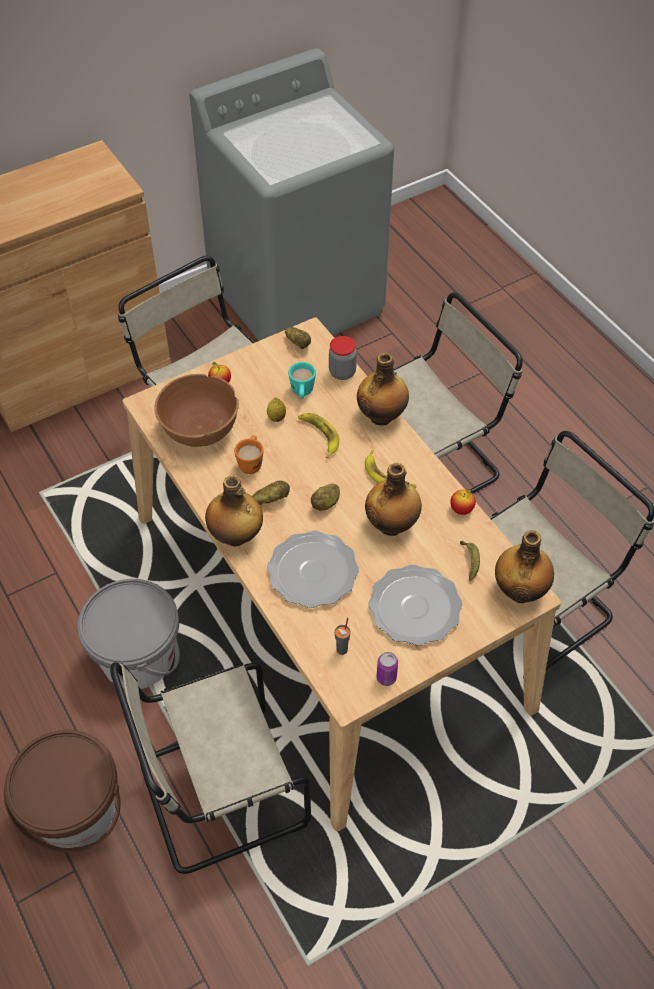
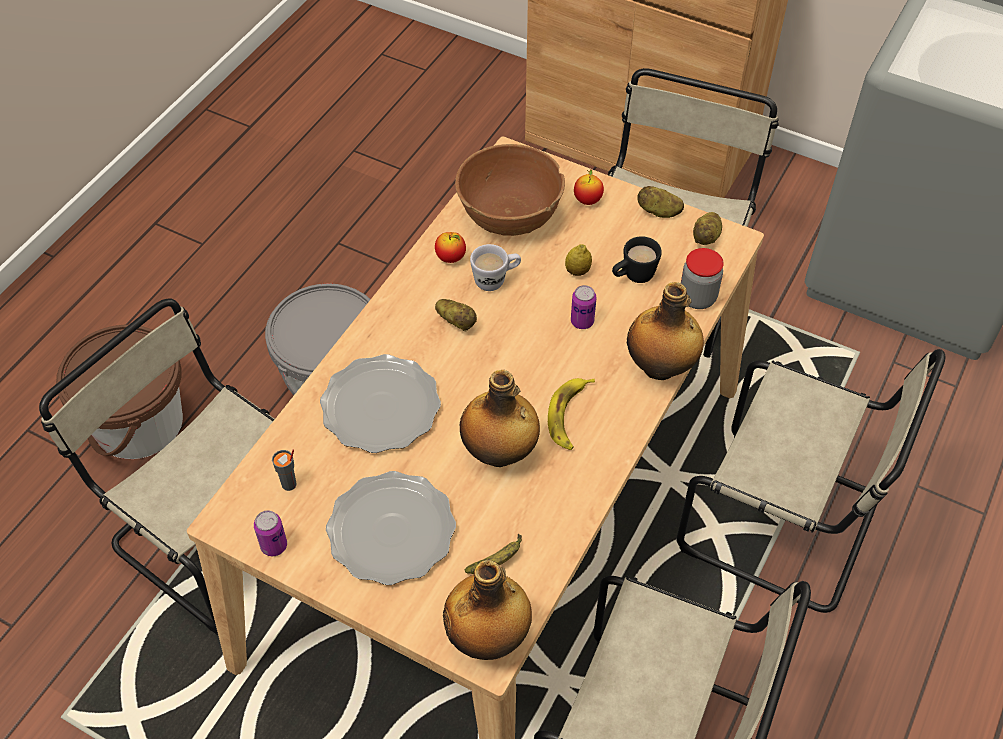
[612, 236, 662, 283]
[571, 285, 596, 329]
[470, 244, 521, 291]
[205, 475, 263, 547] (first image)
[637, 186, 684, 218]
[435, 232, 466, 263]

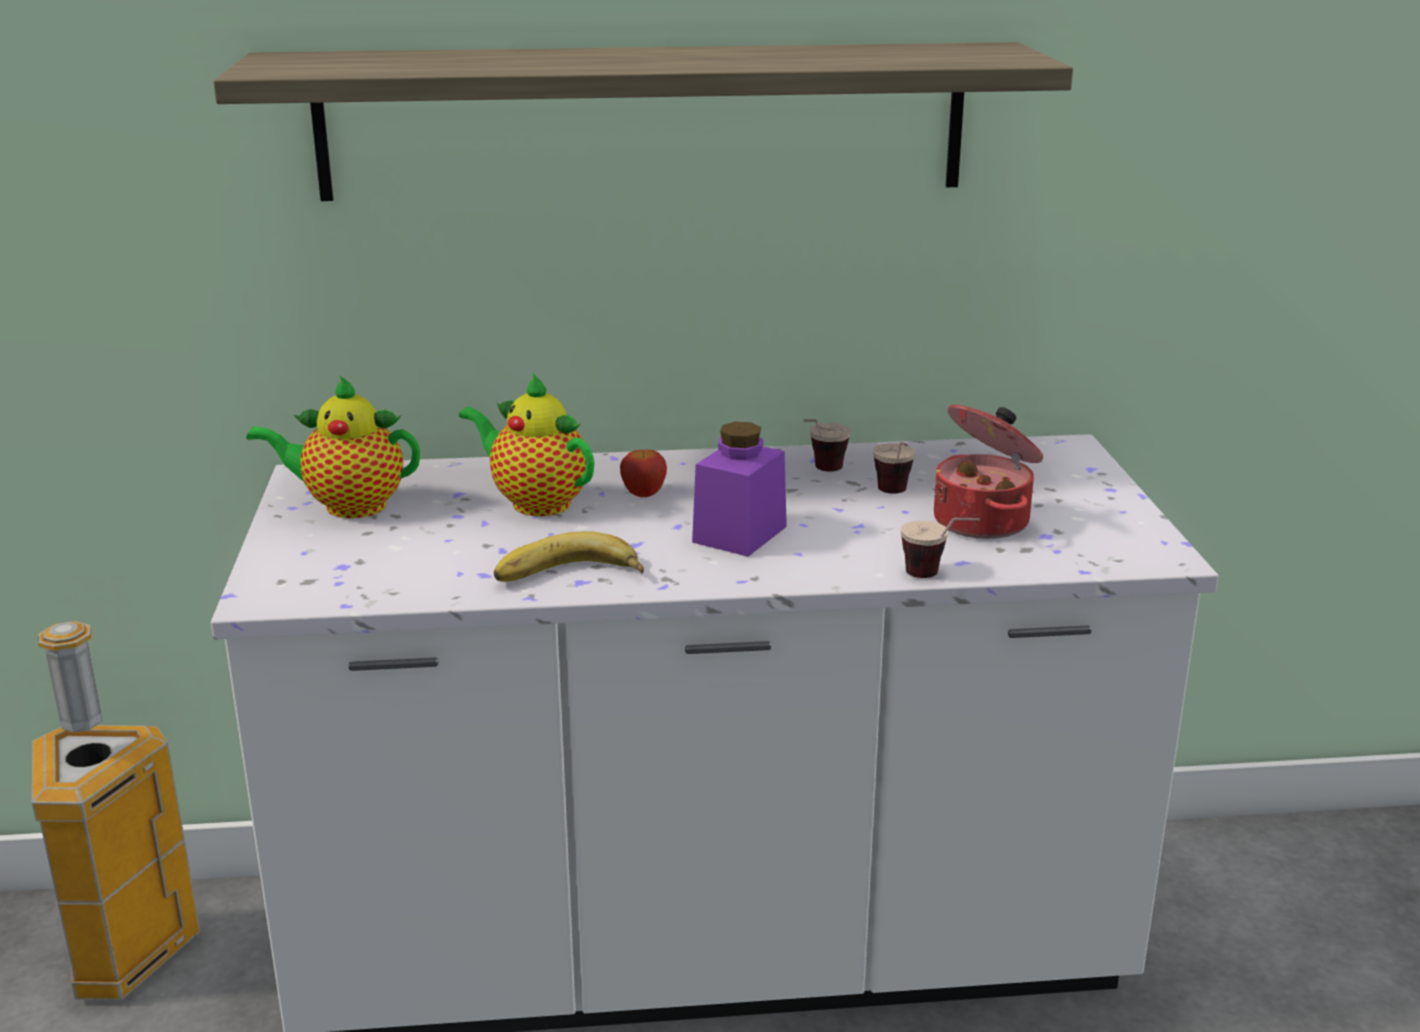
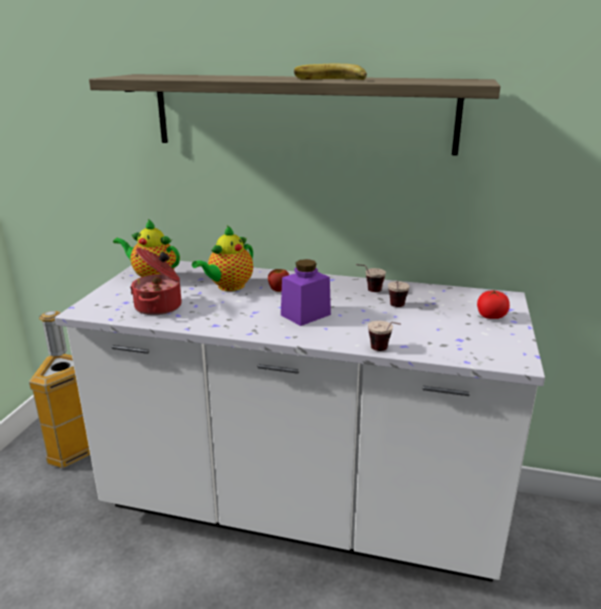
[192, 226, 253, 291]
[130, 248, 182, 315]
[294, 63, 367, 80]
[477, 290, 510, 319]

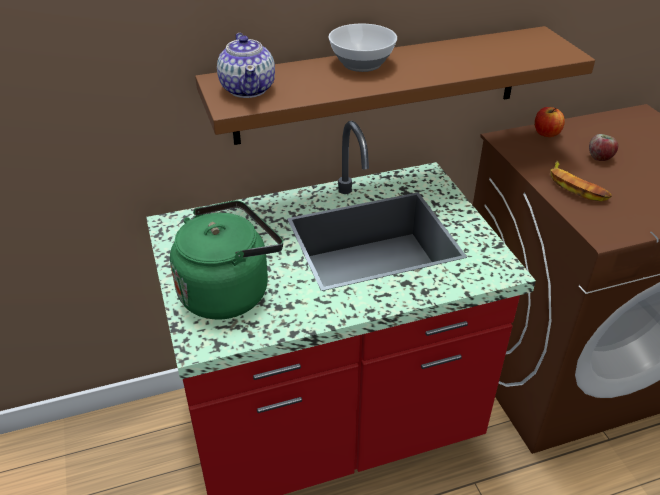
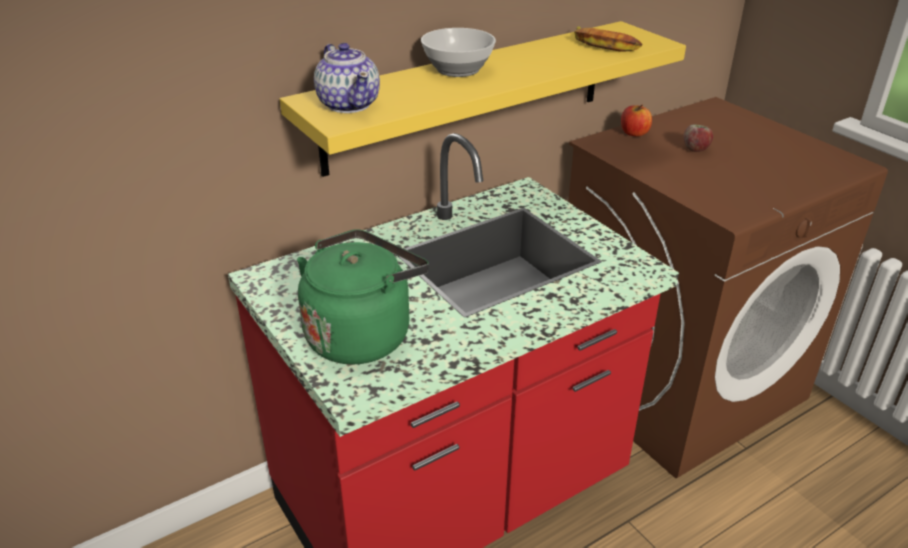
[280, 21, 686, 177]
[574, 26, 643, 52]

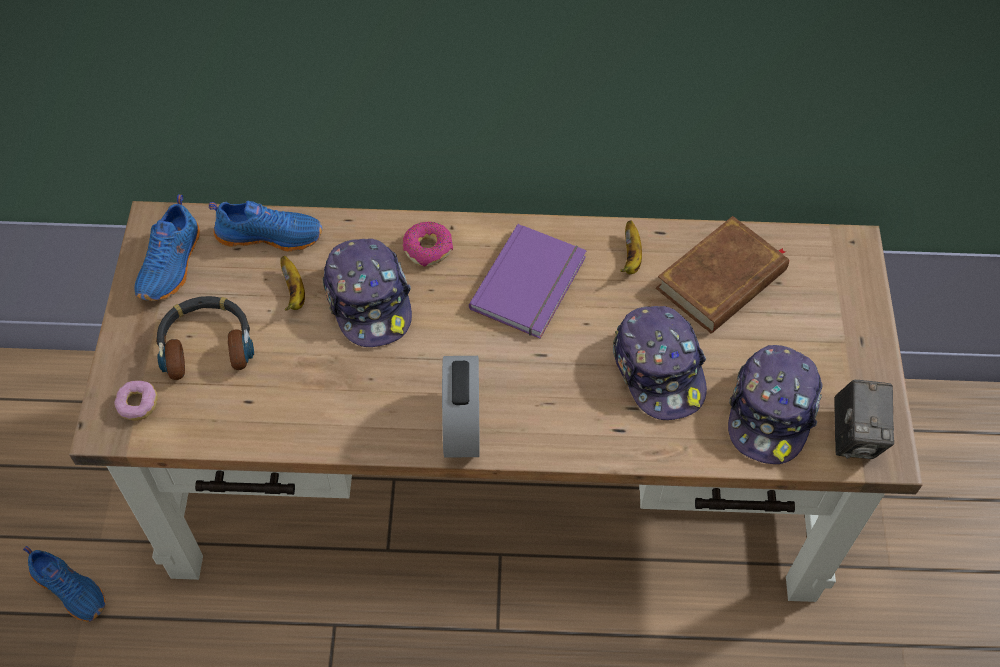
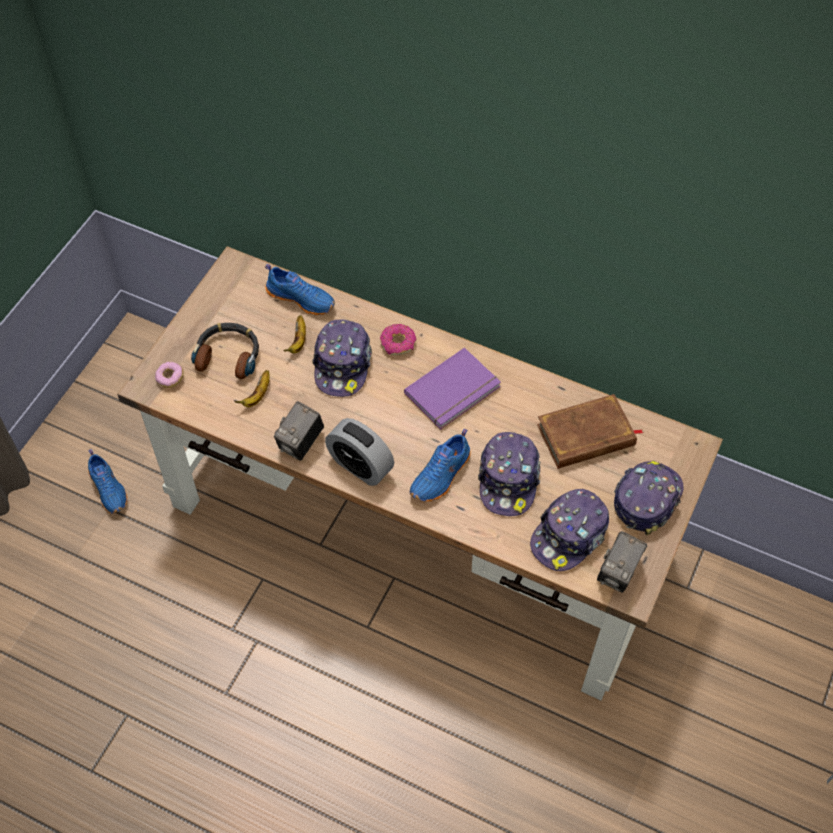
[410, 428, 471, 502]
[235, 370, 270, 407]
[325, 418, 394, 486]
[274, 401, 324, 461]
[614, 461, 683, 536]

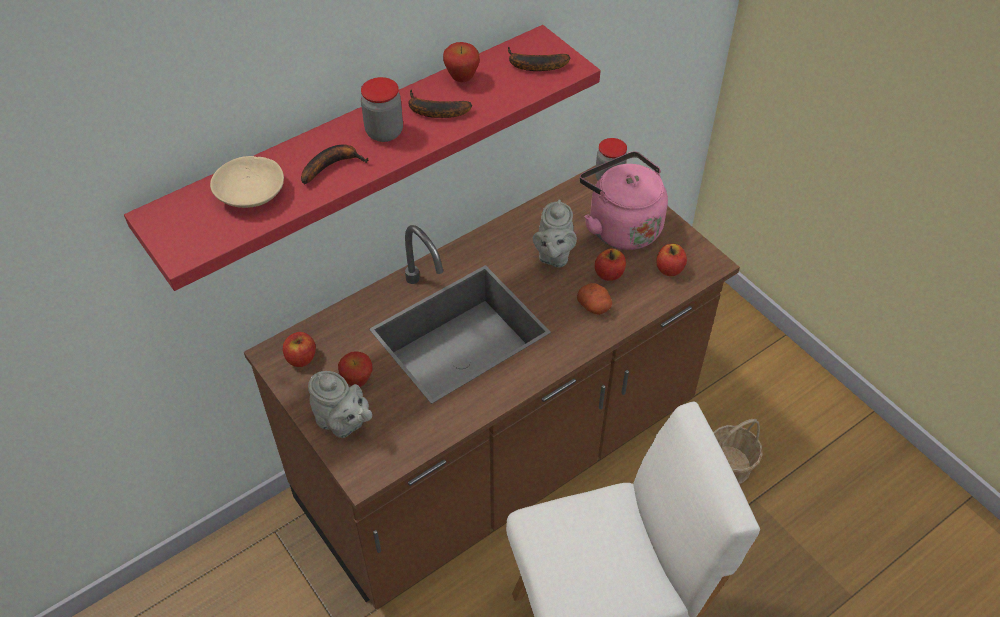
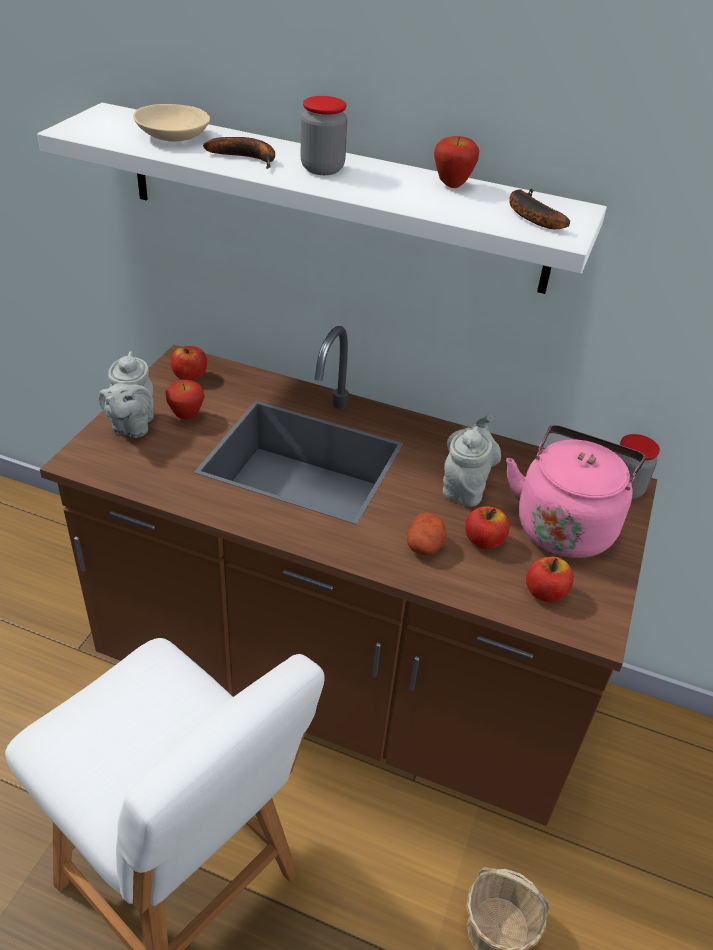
[37, 103, 607, 294]
[409, 90, 472, 118] (first image)
[443, 414, 501, 507]

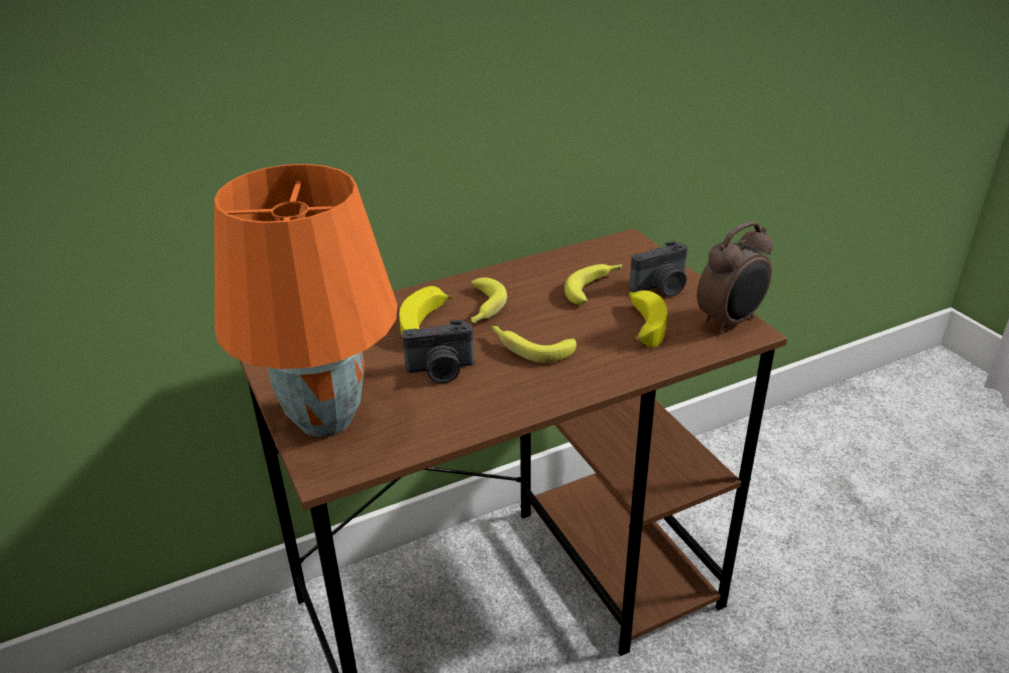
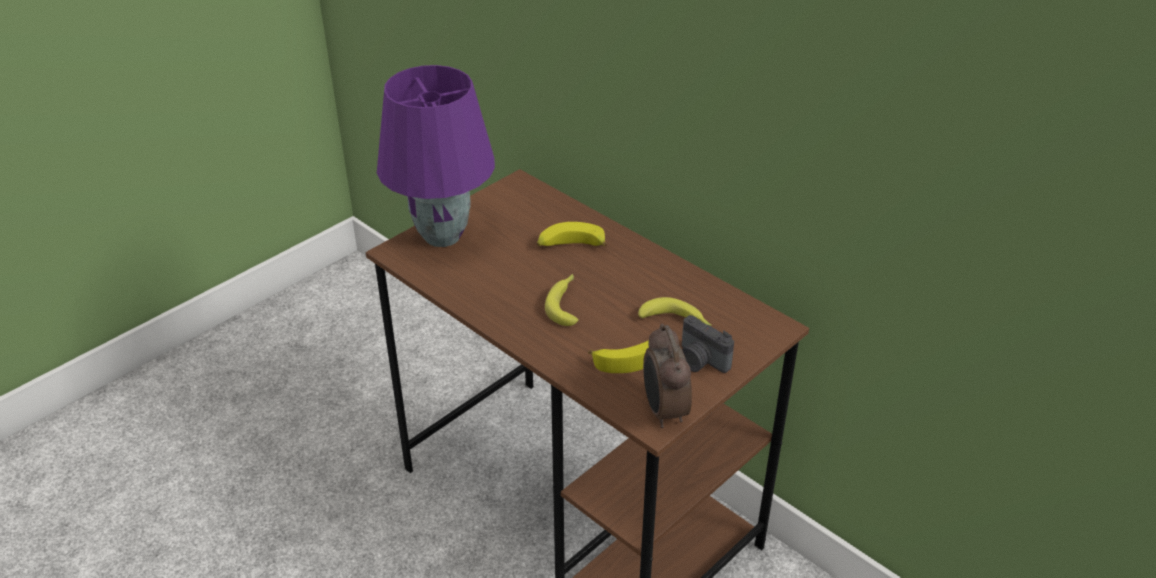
[377, 65, 495, 247]
[643, 324, 692, 428]
[471, 277, 507, 323] (first image)
[402, 320, 474, 383] (first image)

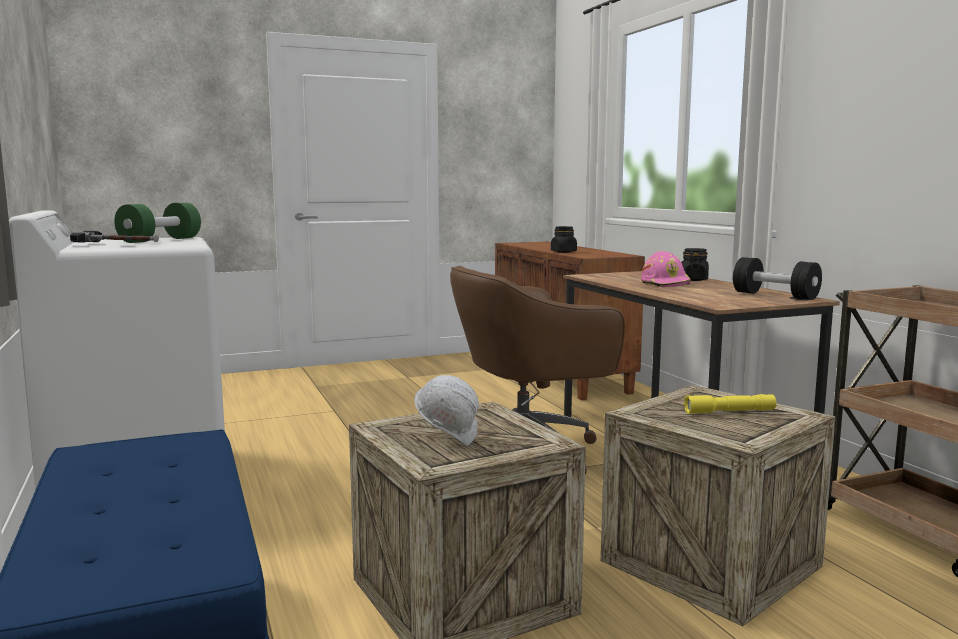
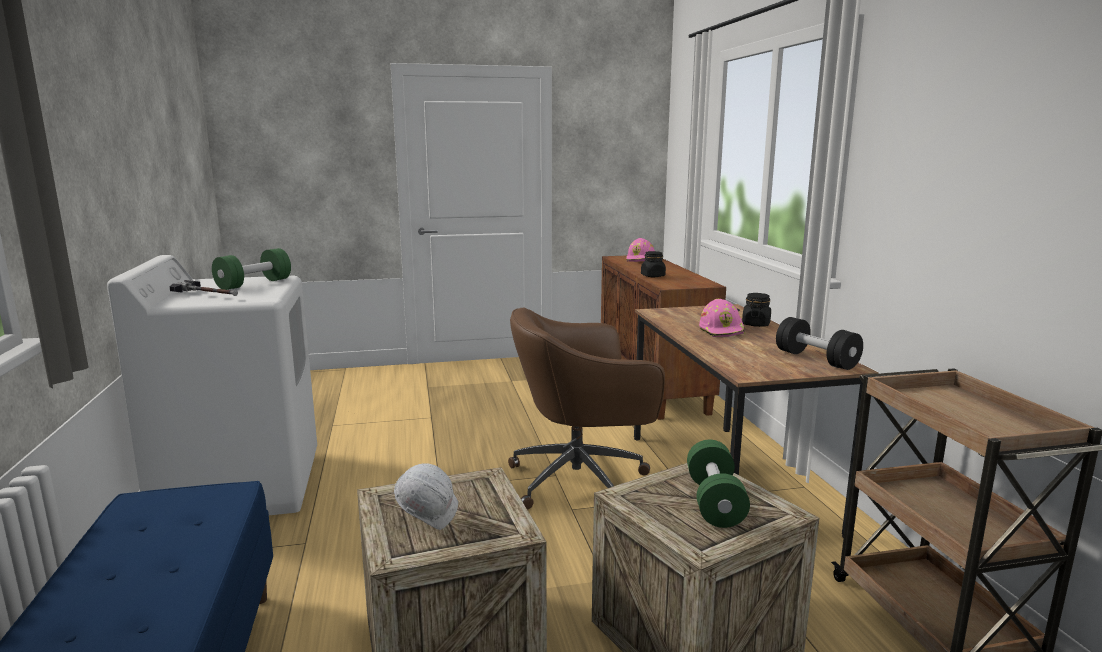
[687, 440, 750, 528]
[626, 238, 655, 262]

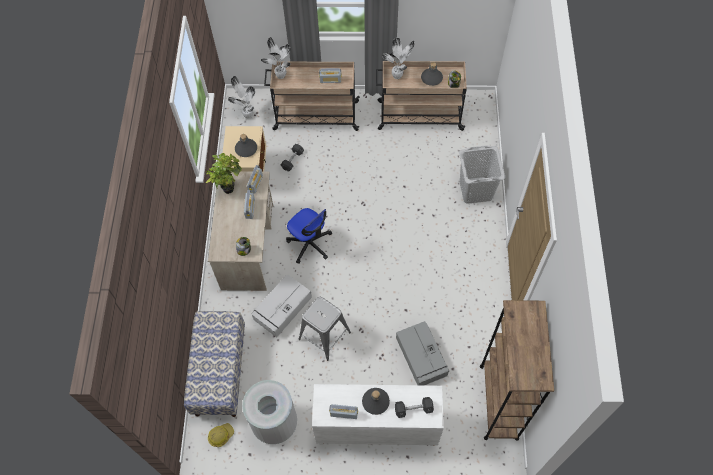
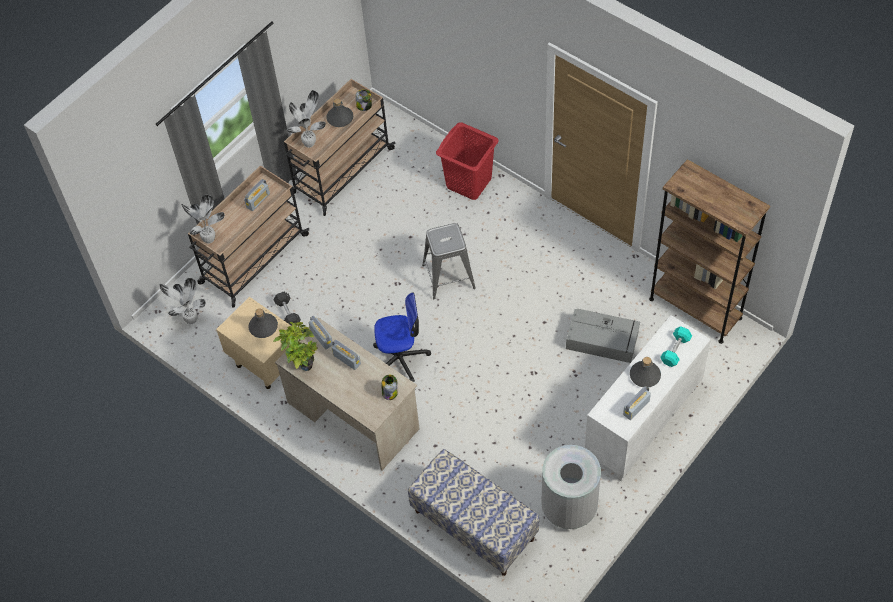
[436, 122, 499, 200]
[251, 274, 312, 337] (first image)
[422, 223, 476, 299]
[660, 326, 692, 367]
[208, 423, 234, 447] (first image)

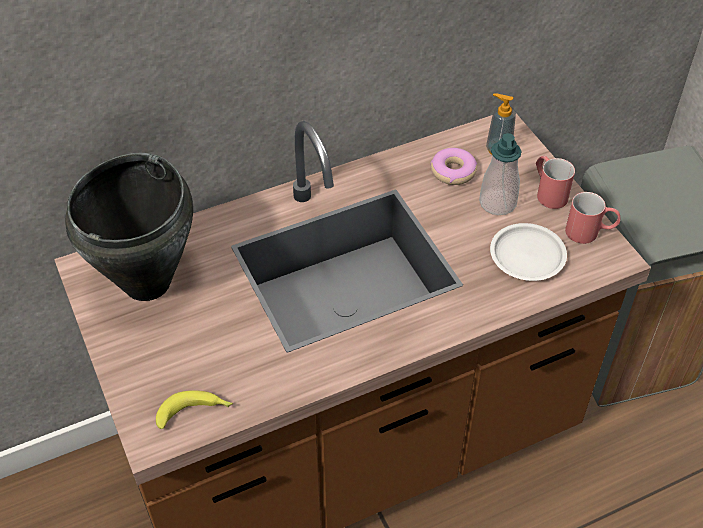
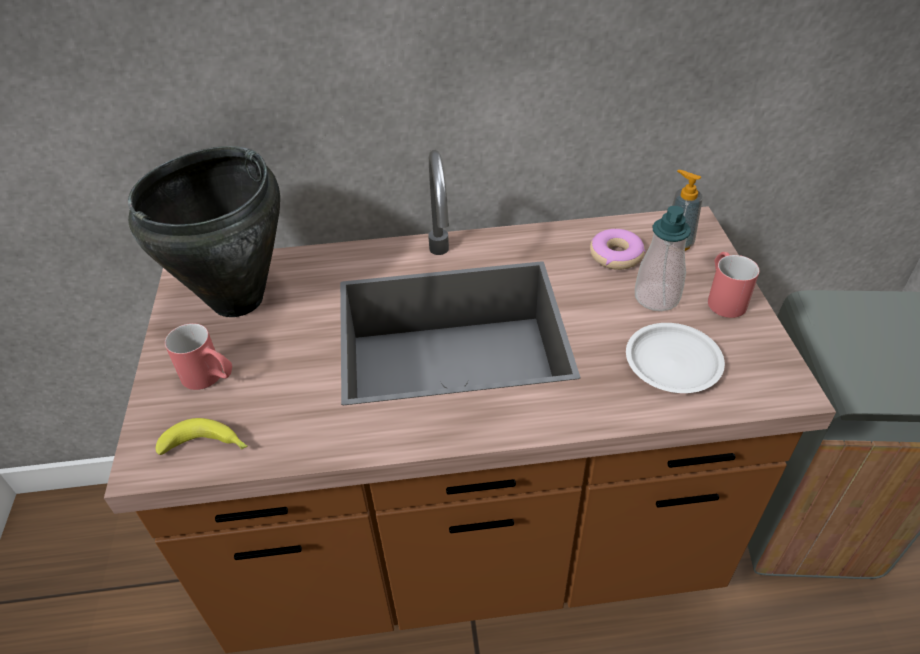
[165, 323, 232, 390]

